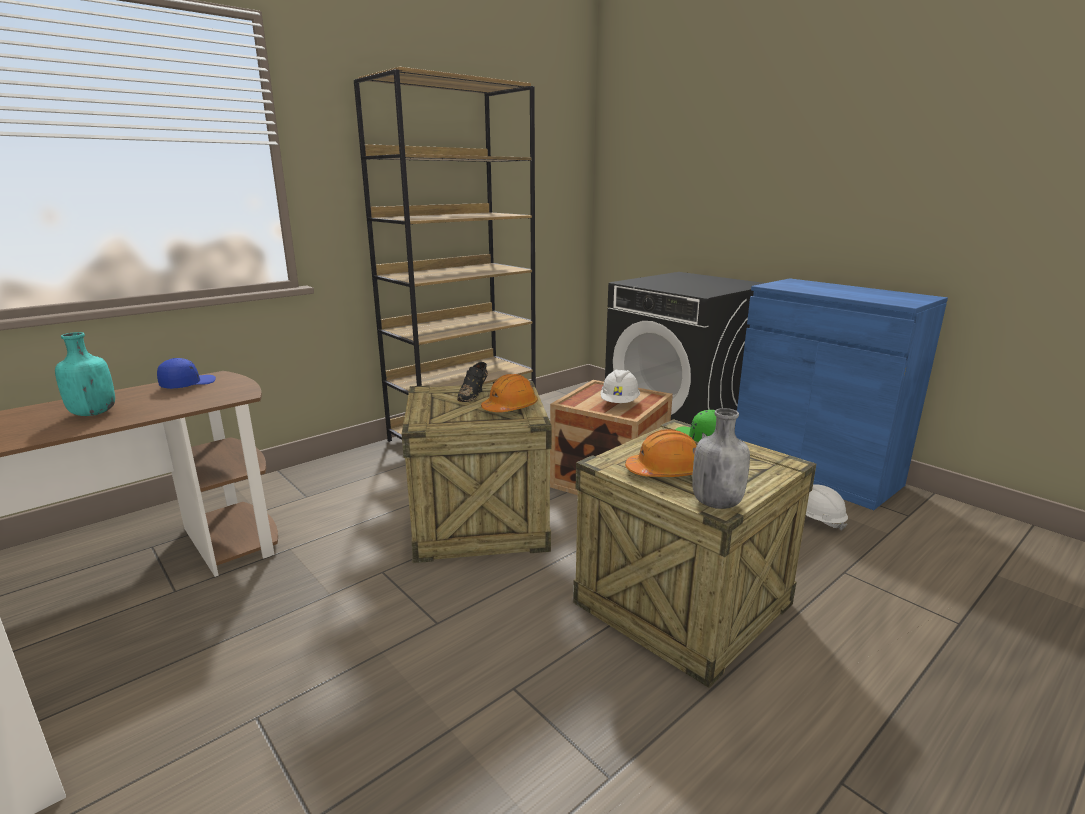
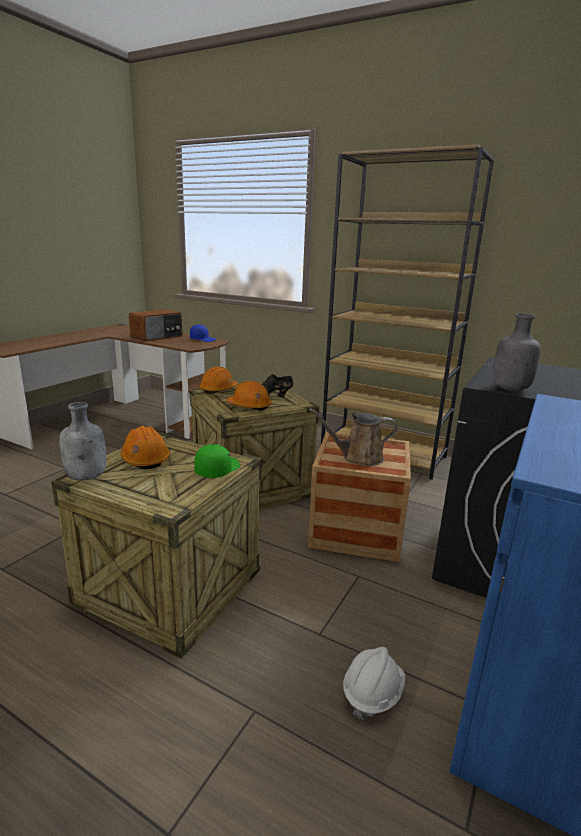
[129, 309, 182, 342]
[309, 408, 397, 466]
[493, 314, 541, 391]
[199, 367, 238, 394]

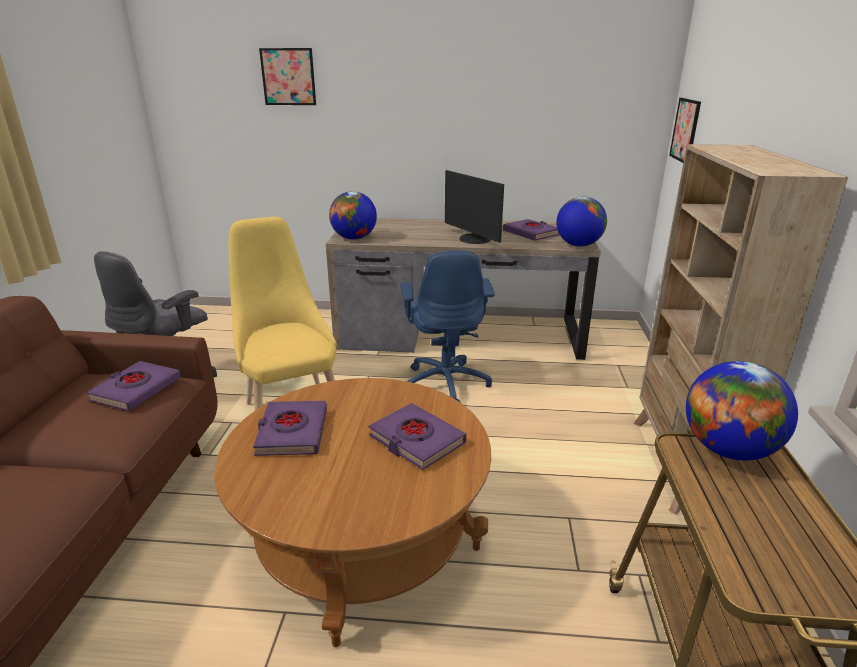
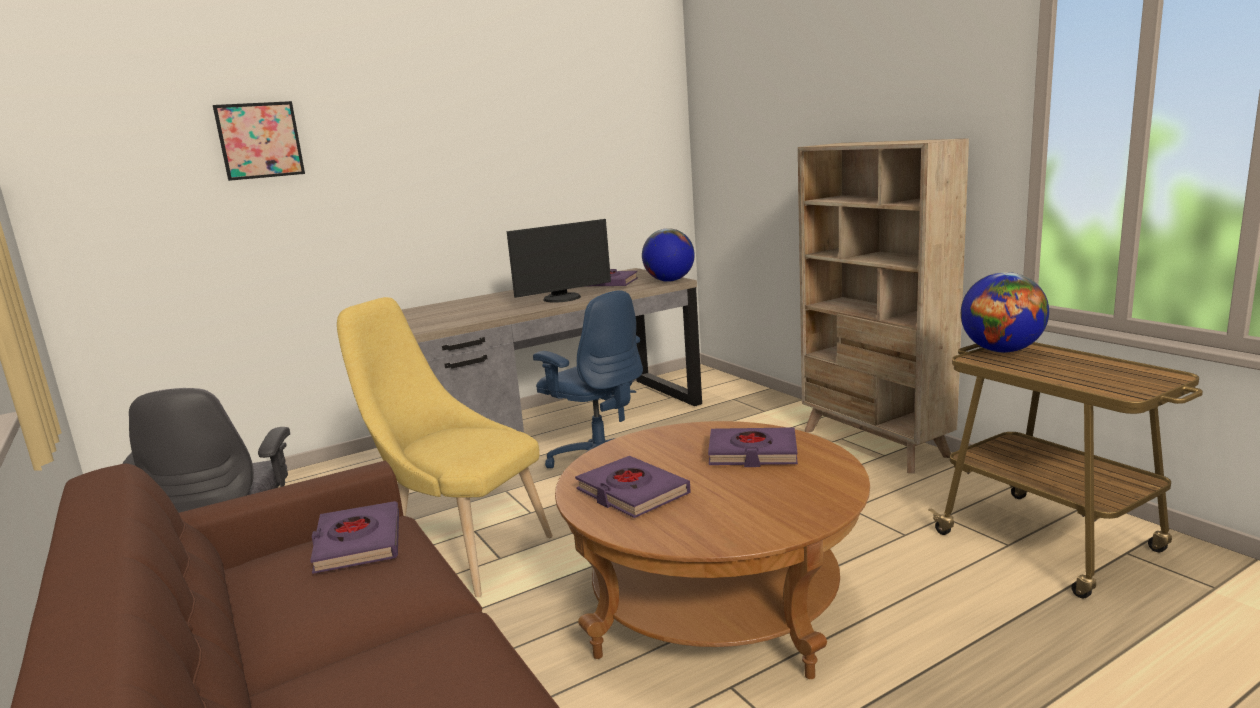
[669, 98, 701, 163] (first image)
[507, 219, 611, 303]
[329, 191, 377, 240] (first image)

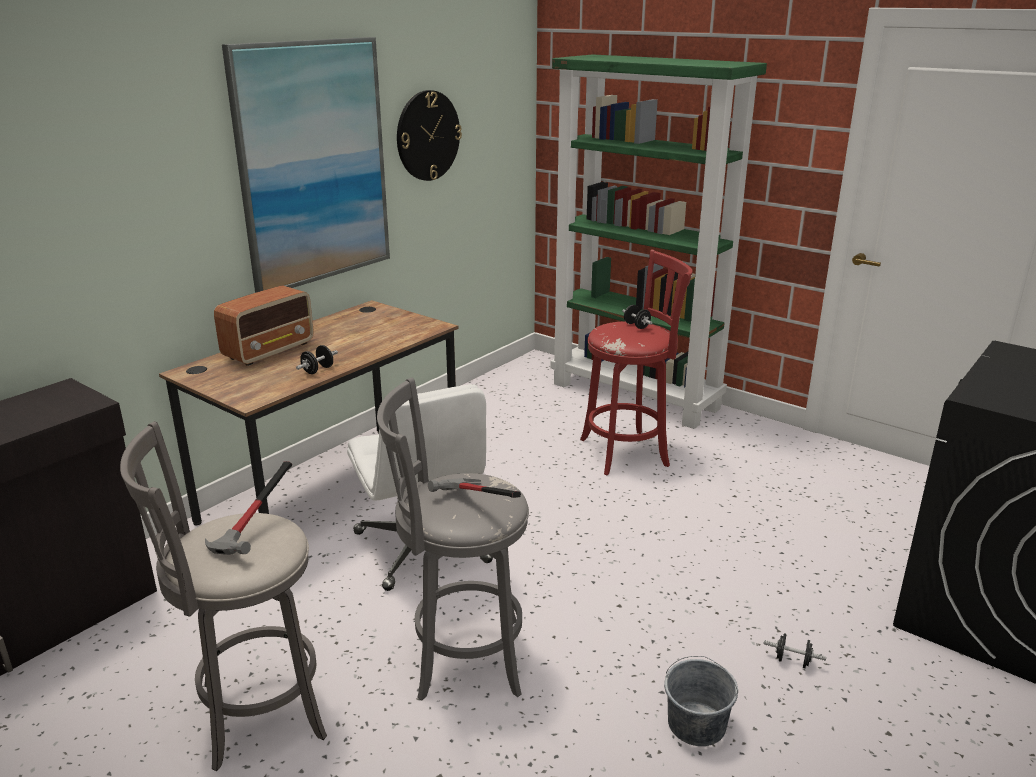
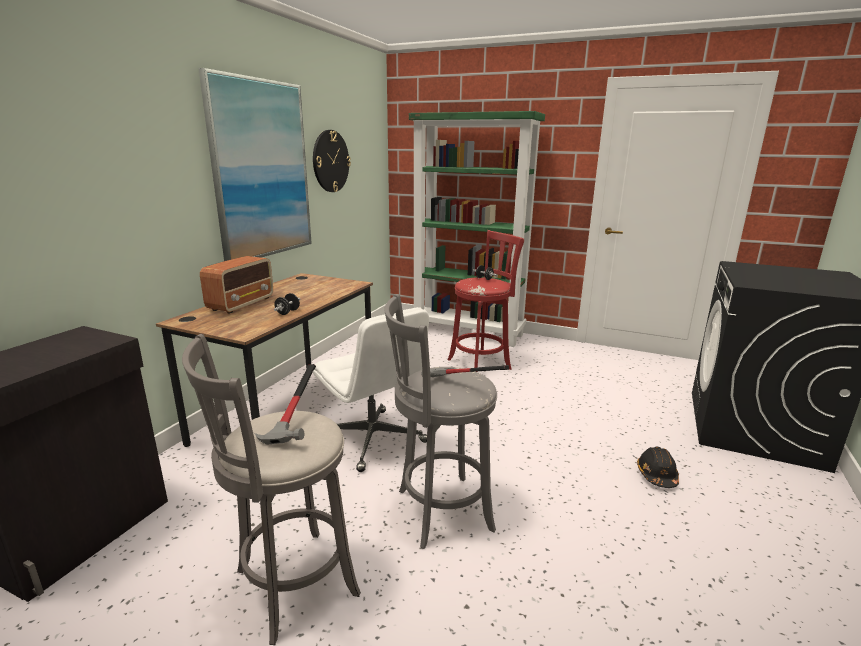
[637, 447, 679, 488]
[664, 656, 738, 746] (first image)

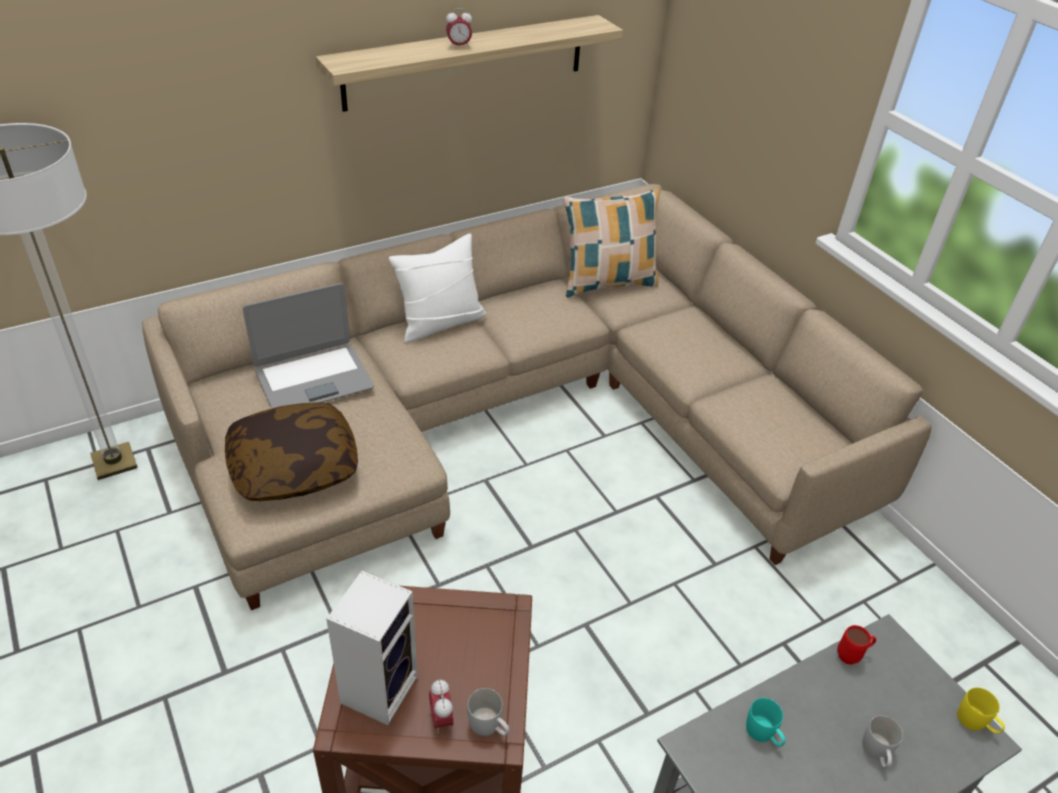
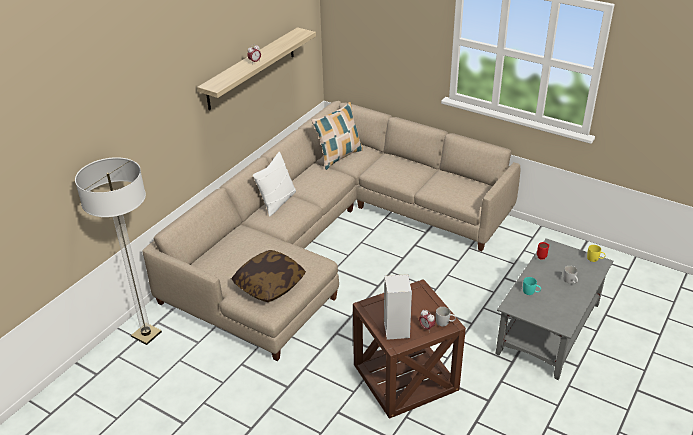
[243, 283, 374, 409] (first image)

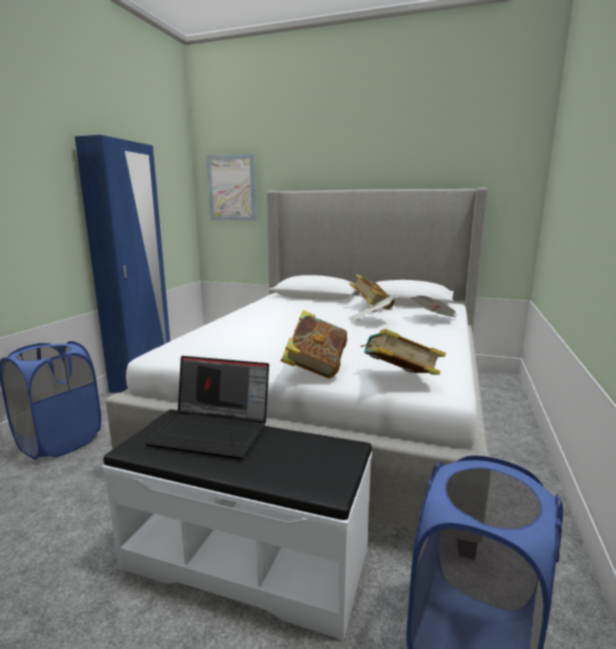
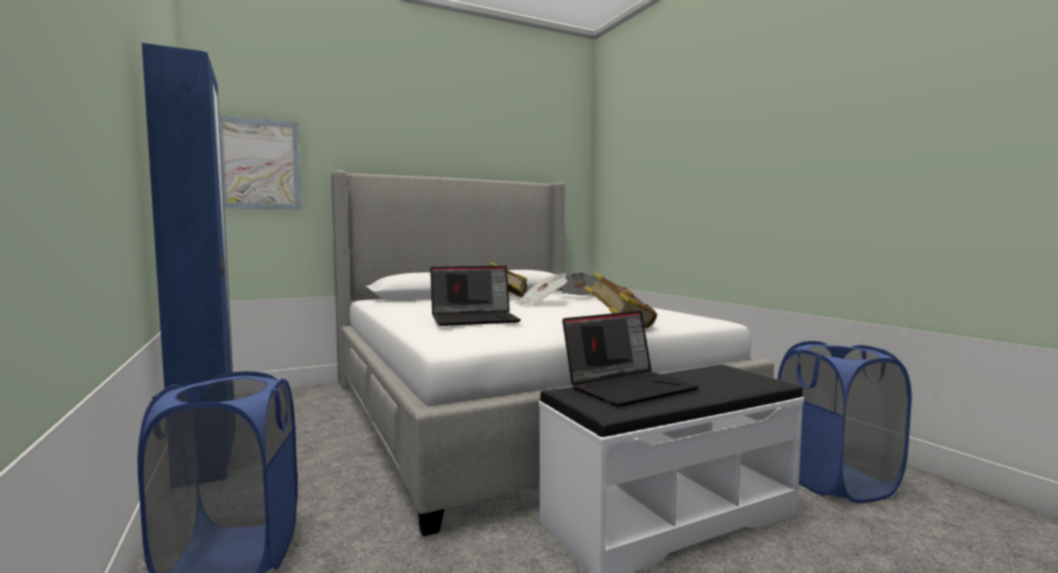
[360, 329, 446, 375] (first image)
[430, 266, 521, 326]

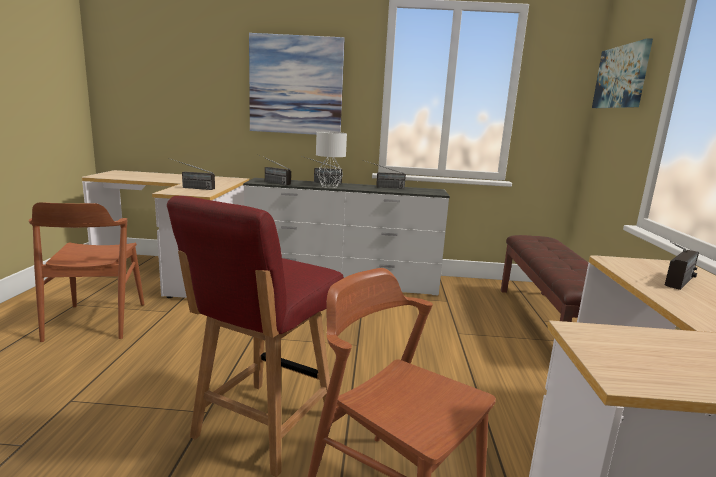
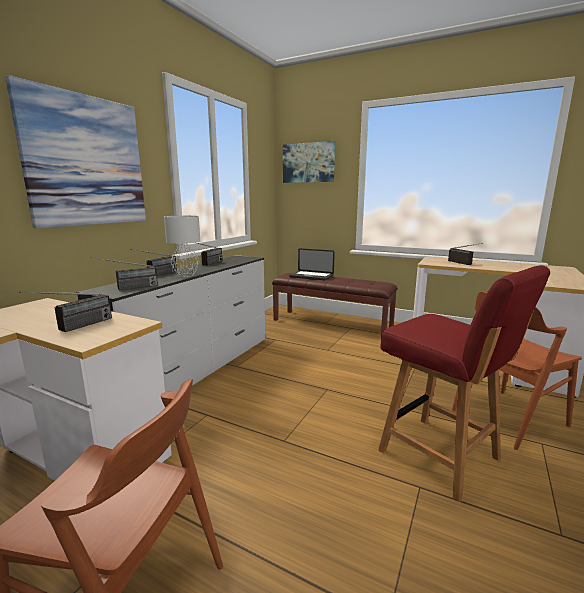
[289, 248, 335, 281]

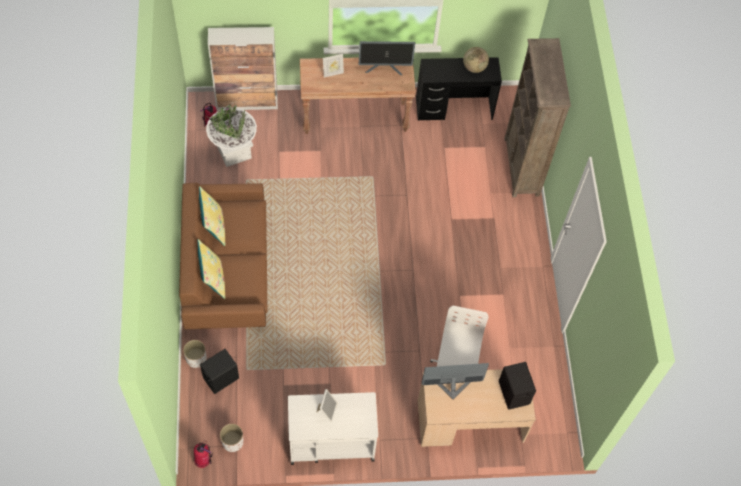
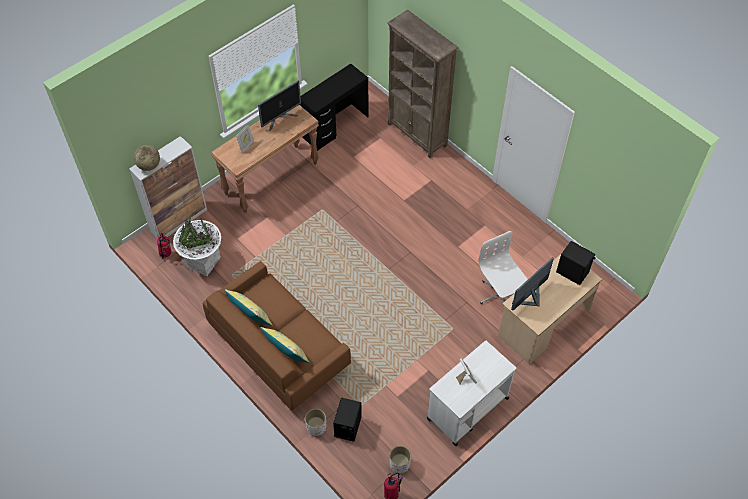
[134, 145, 160, 171]

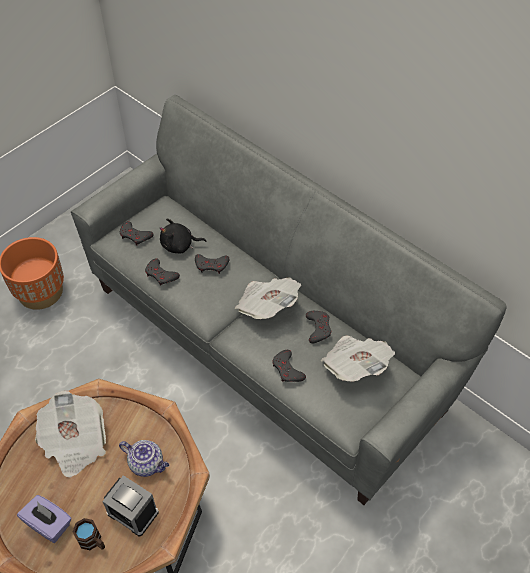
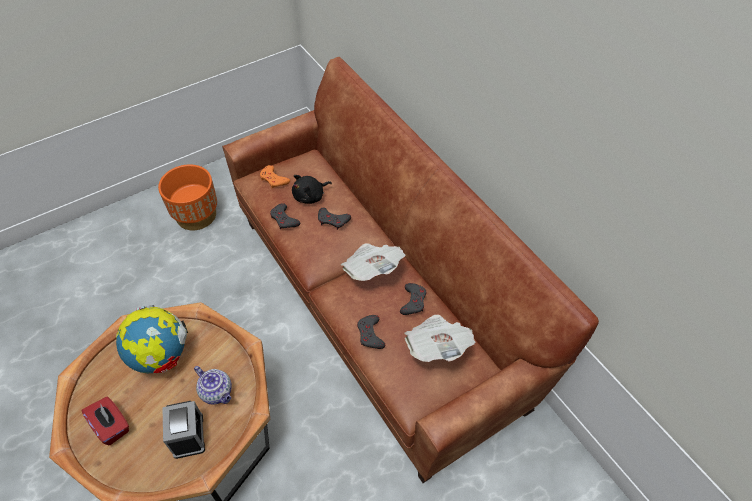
[222, 57, 599, 483]
[292, 175, 332, 204]
[260, 165, 290, 189]
[116, 305, 188, 373]
[162, 401, 205, 459]
[82, 397, 129, 445]
[73, 518, 105, 550] (first image)

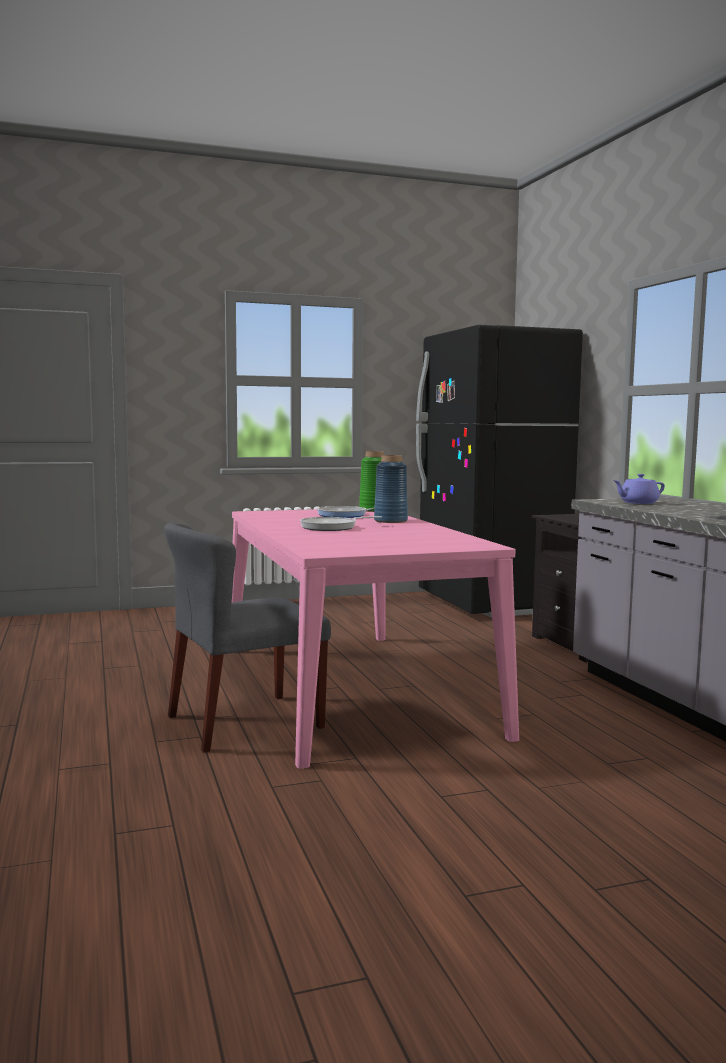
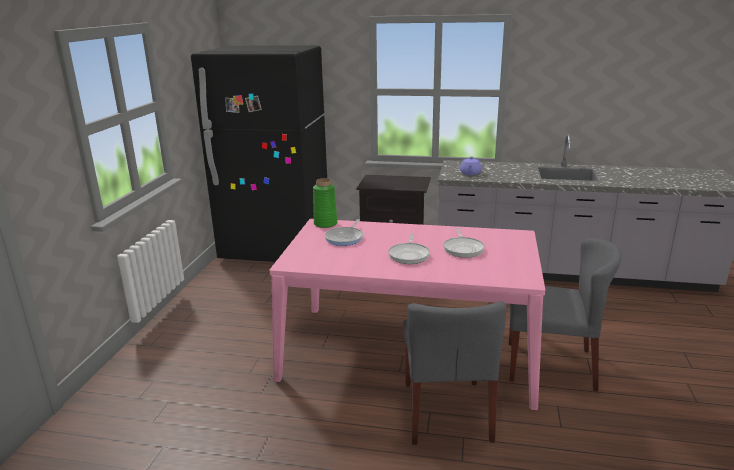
[374, 455, 408, 523] (first image)
[443, 228, 485, 258]
[509, 238, 622, 392]

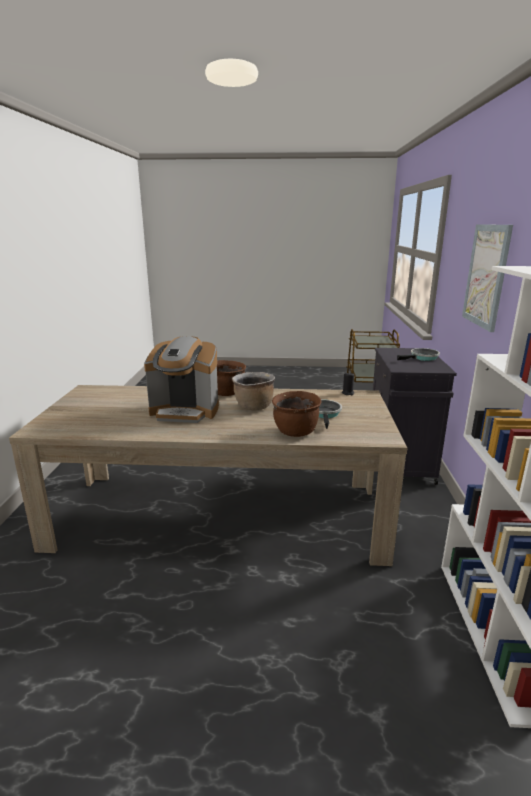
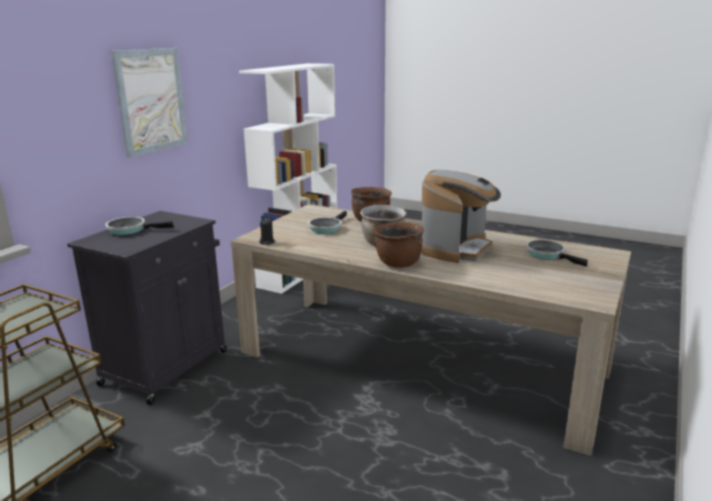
[421, 170, 501, 263]
[526, 240, 588, 267]

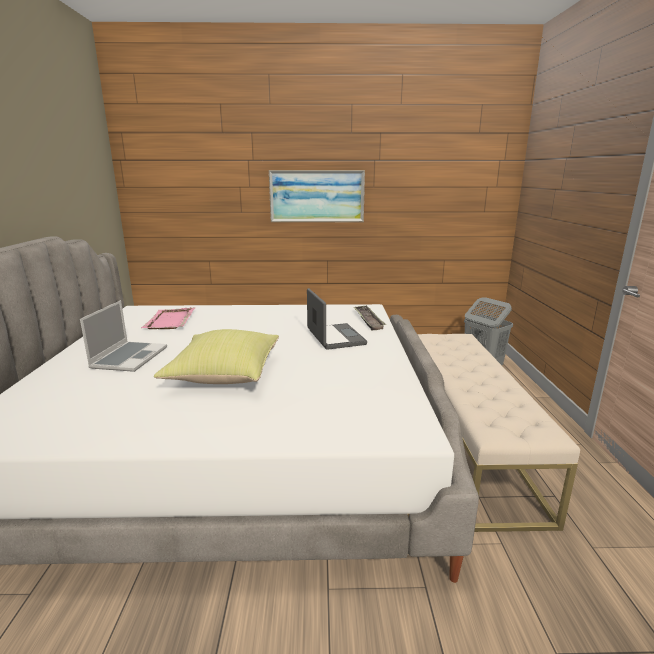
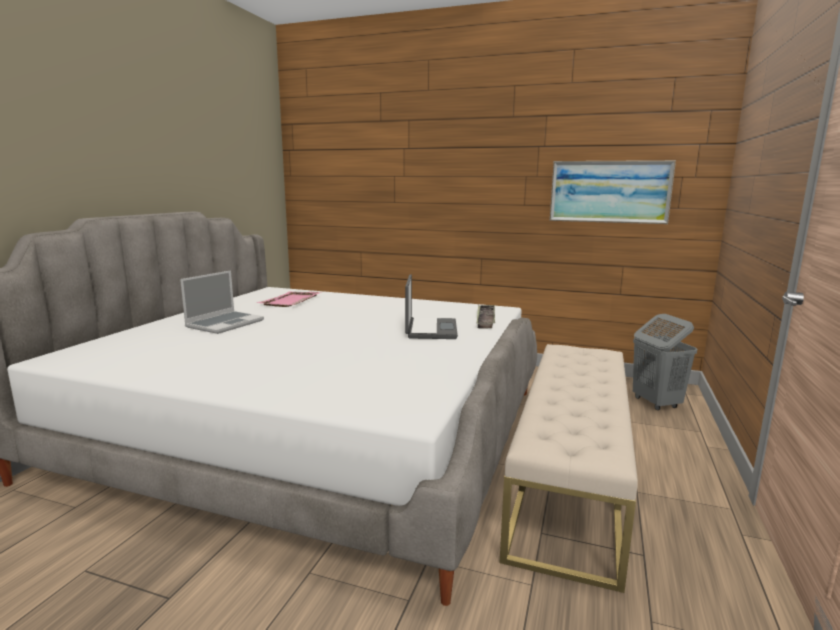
[550, 160, 676, 224]
[154, 329, 279, 384] (first image)

